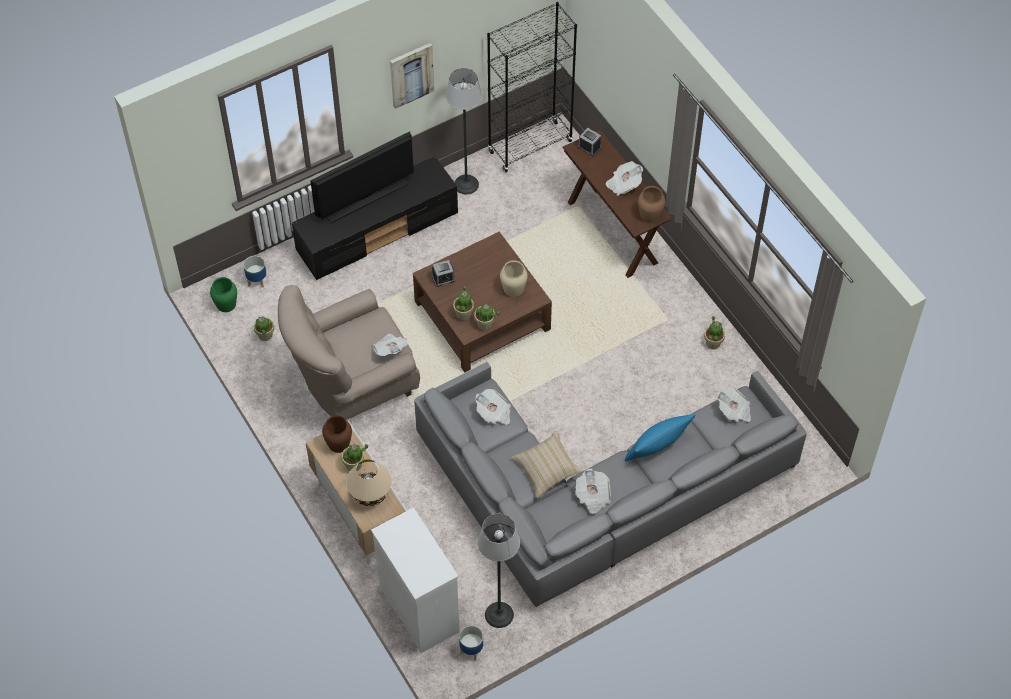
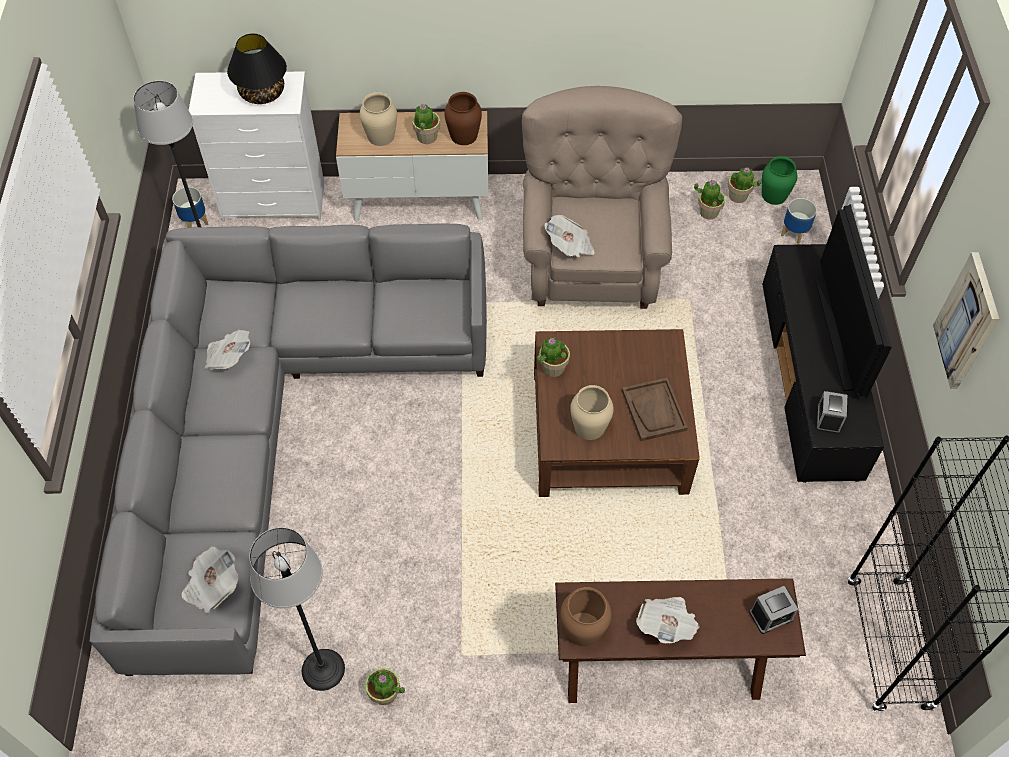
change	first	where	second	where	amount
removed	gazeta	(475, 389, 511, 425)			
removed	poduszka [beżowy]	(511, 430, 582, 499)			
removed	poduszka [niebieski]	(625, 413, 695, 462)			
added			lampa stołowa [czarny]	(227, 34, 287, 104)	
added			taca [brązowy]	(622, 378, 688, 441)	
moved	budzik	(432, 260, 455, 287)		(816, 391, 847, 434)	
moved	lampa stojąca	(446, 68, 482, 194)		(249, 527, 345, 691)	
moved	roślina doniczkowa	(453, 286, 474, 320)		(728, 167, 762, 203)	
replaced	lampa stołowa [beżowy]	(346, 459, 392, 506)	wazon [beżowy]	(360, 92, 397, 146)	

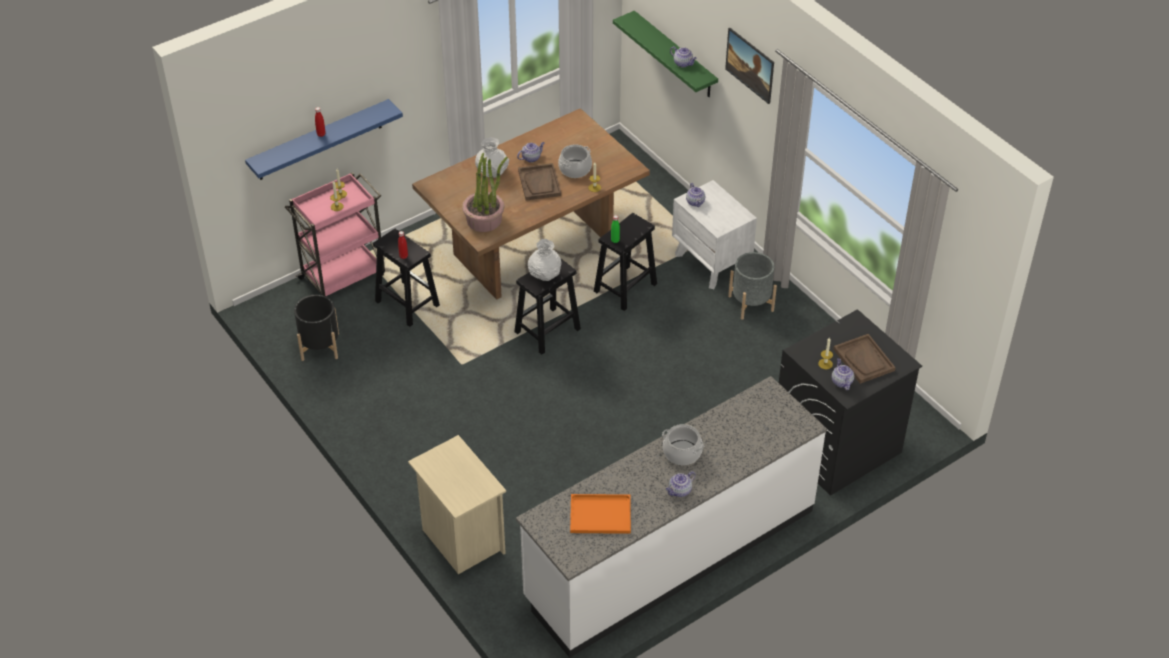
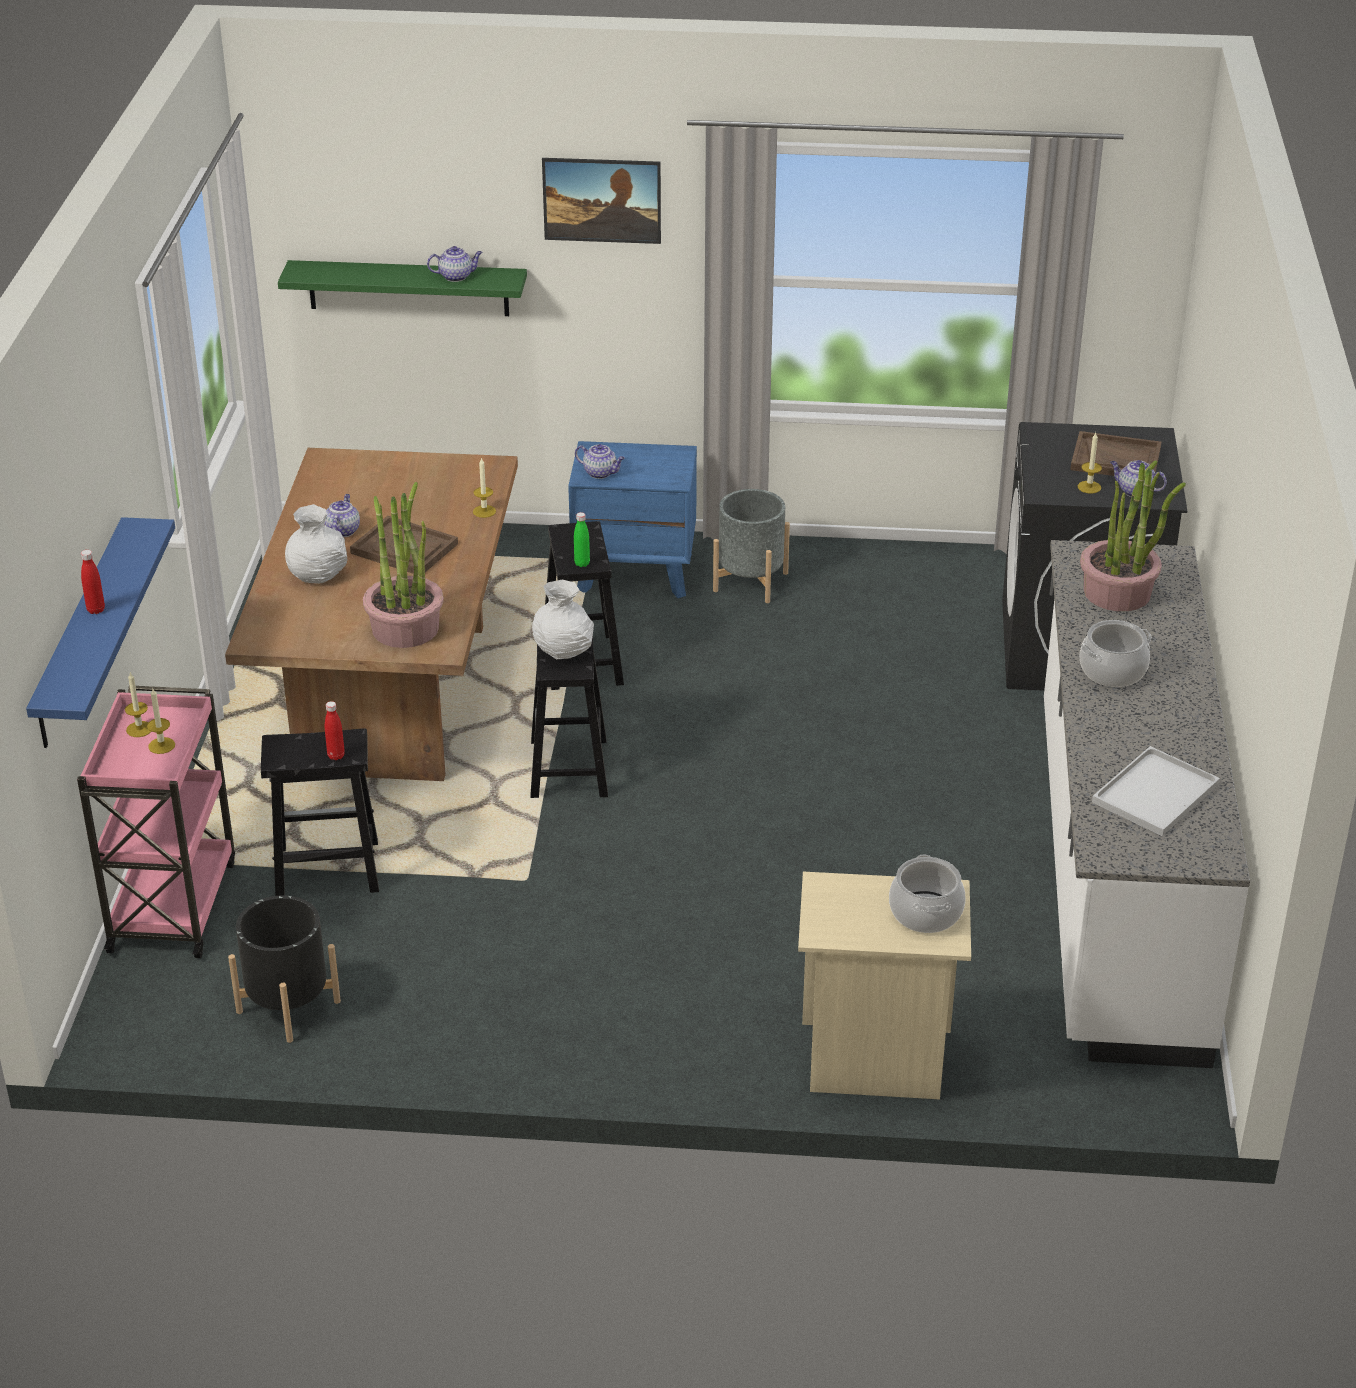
change	first	where	second	where	amount
removed	imbryk	(666, 471, 695, 497)			
added			roślina doniczkowa	(1080, 461, 1186, 611)	
moved	garnek	(558, 144, 592, 178)		(889, 855, 966, 933)	
recoloured	taca [pomarańczowy]	(570, 494, 631, 534)	taca [biały]	(1092, 746, 1220, 836)	
recoloured	szafka nocna [biały]	(672, 180, 757, 289)	szafka nocna [niebieski]	(568, 441, 697, 598)	

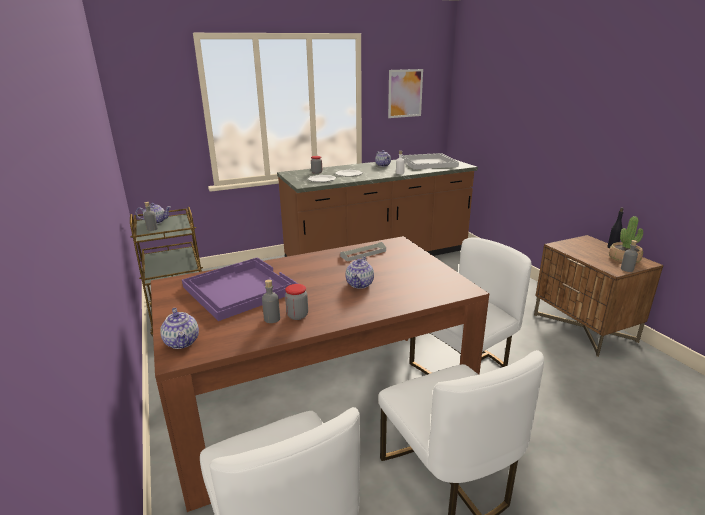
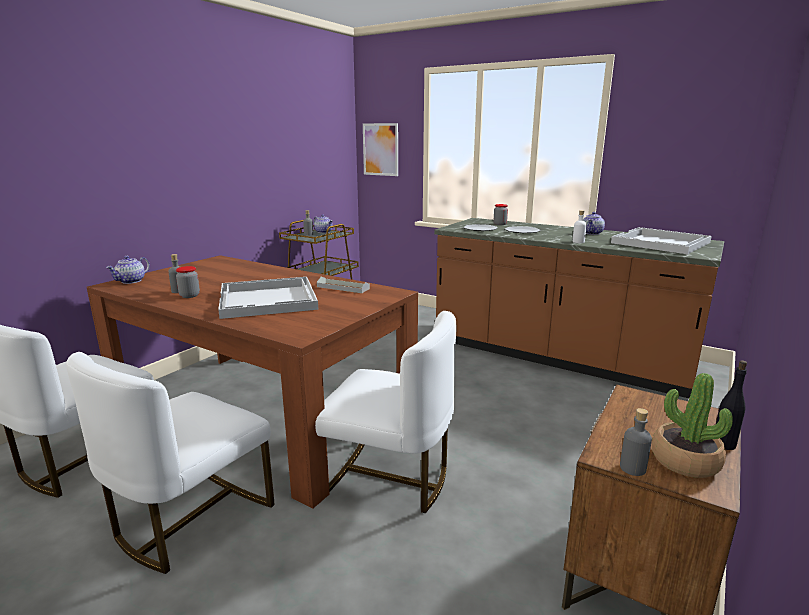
change	first	where	second	where	amount
removed	taca [fioletowy]	(182, 257, 298, 321)			
moved	obraz	(388, 69, 423, 118)		(363, 123, 398, 176)	
replaced	imbryk	(345, 256, 374, 289)	taca [biały]	(218, 277, 318, 319)	

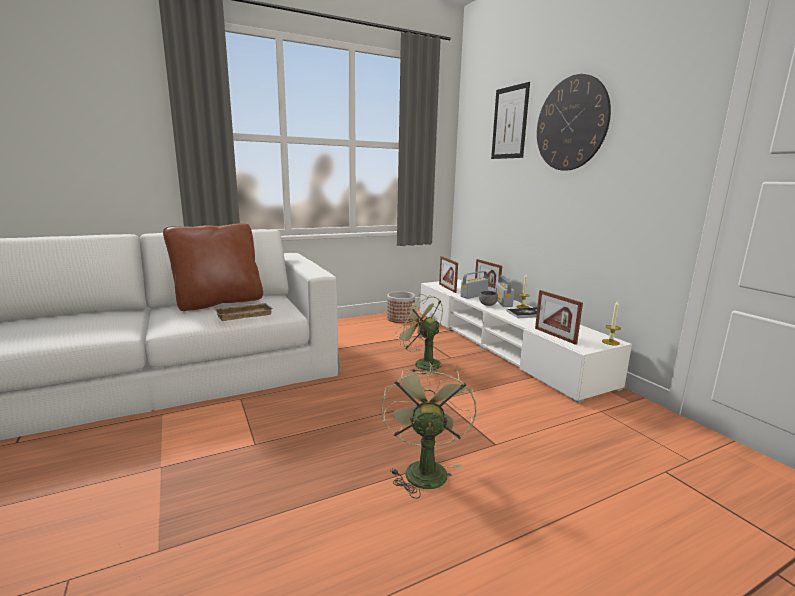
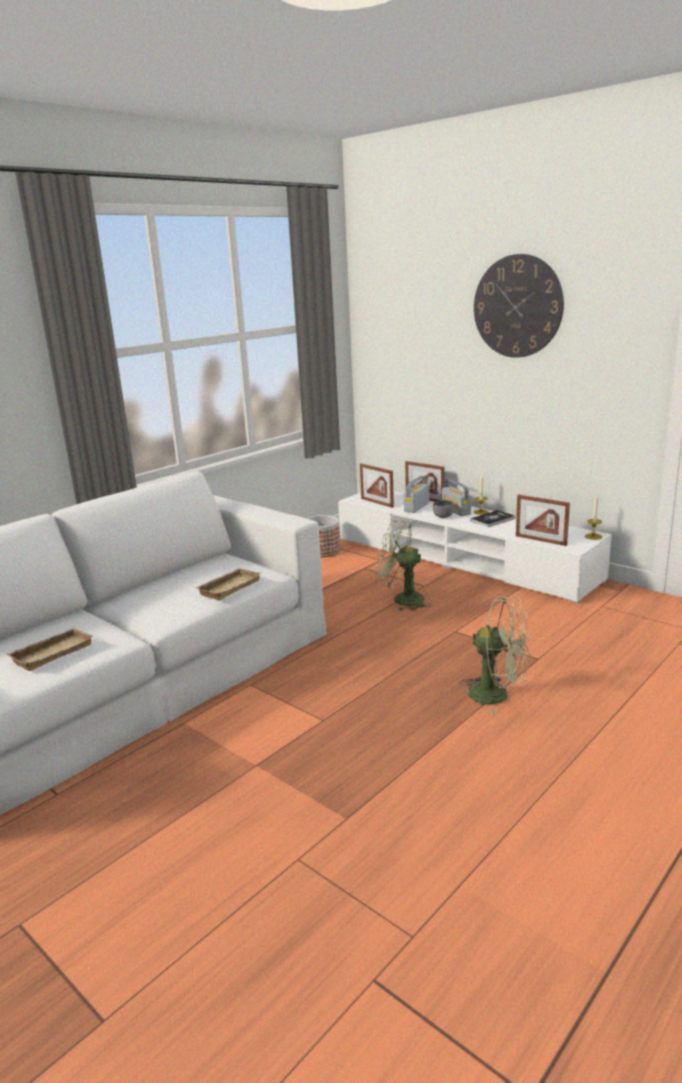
change	first	where	second	where	amount
removed	poduszka [brązowy]	(163, 223, 263, 311)			
removed	obraz	(491, 82, 530, 159)			
added			taca [beżowy]	(7, 627, 93, 671)	
turned	wentylator [zielony]	(381, 362, 477, 499)		(460, 596, 530, 715)	135 degrees clockwise

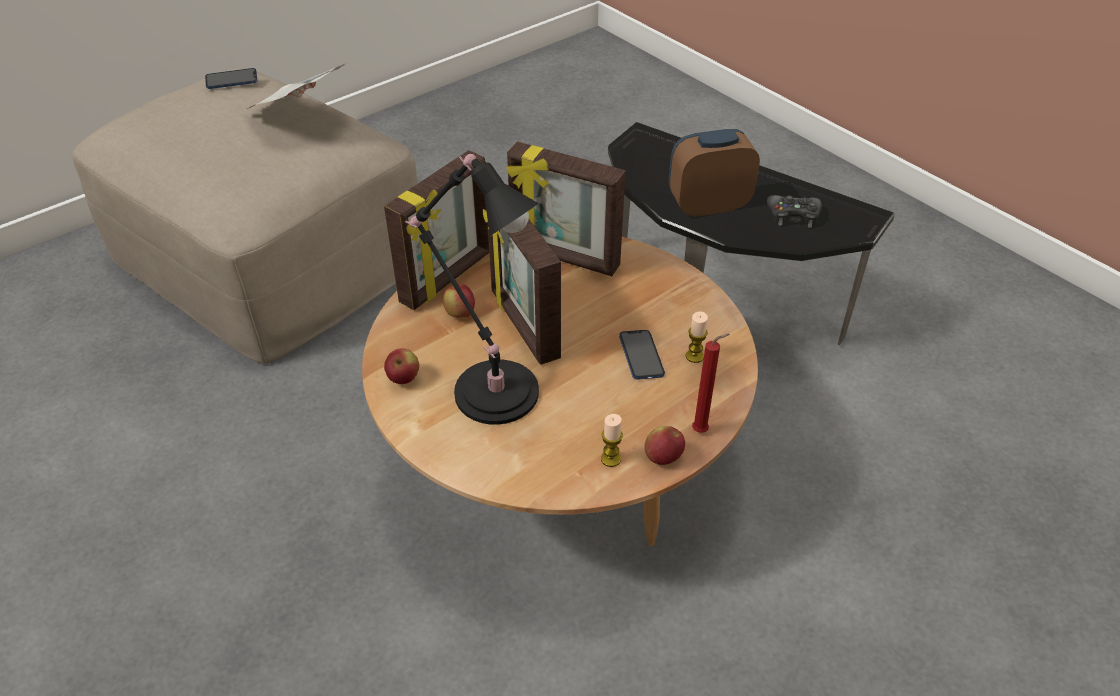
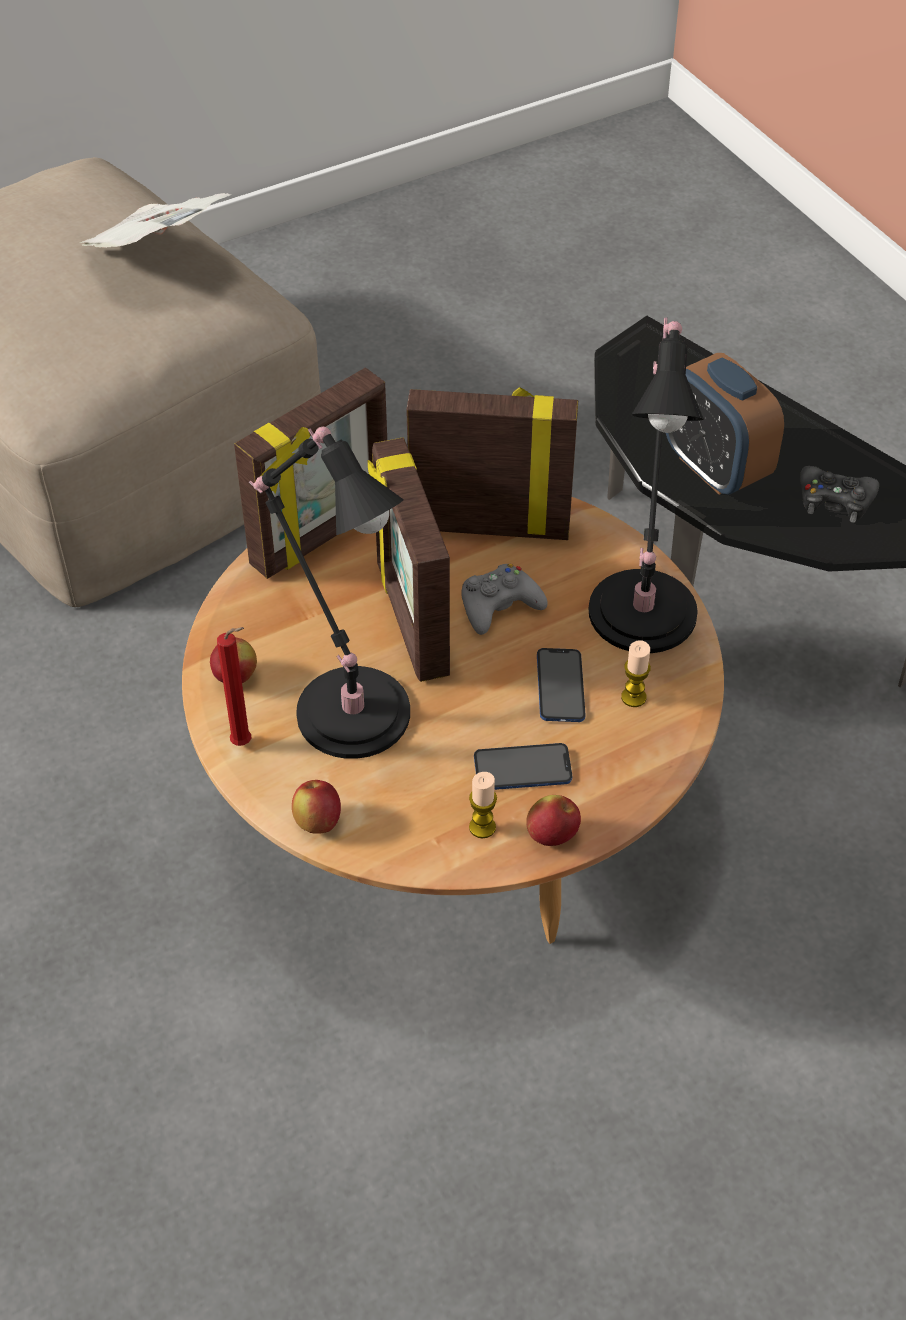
change	first	where	second	where	amount
added			pad do gier [szary]	(461, 564, 548, 635)	
added			lampa stołowa [czarny]	(589, 317, 704, 653)	
moved	telefon	(205, 68, 258, 89)		(474, 743, 572, 790)	
moved	jabłko	(443, 284, 475, 318)		(292, 780, 341, 834)	
moved	świeca [czerwony]	(692, 334, 730, 433)		(217, 627, 251, 746)	
turned	ramka na zdjęcie	(506, 141, 625, 276)		(406, 387, 578, 540)	150 degrees clockwise
turned	budzik	(669, 129, 760, 217)		(666, 353, 784, 495)	120 degrees counterclockwise

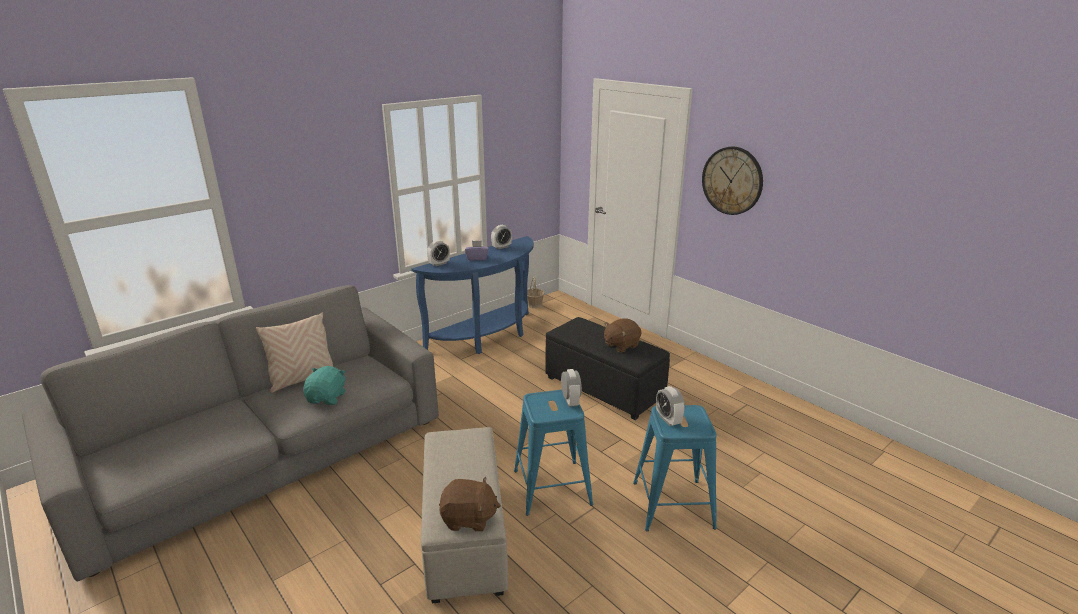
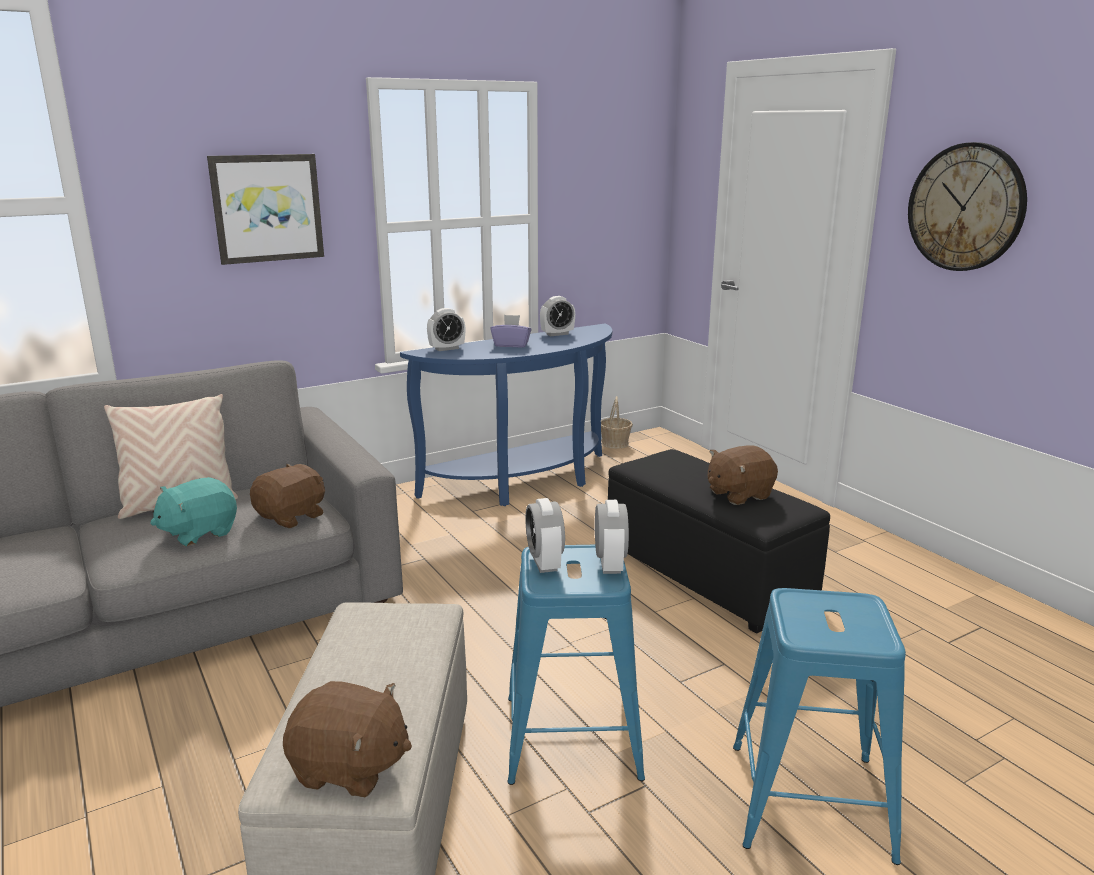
change	first	where	second	where	amount
added			obraz	(207, 154, 324, 265)	
added			pluszak [brązowy]	(250, 464, 325, 528)	
moved	budzik	(656, 386, 685, 426)		(525, 498, 565, 573)	
turned	pluszak [turkusowy]	(303, 366, 346, 405)		(150, 477, 237, 546)	150 degrees counterclockwise

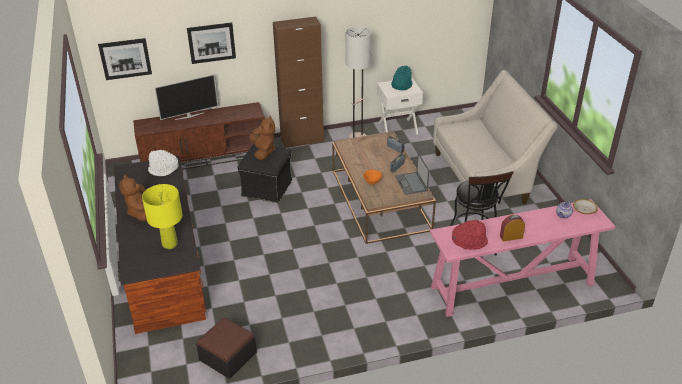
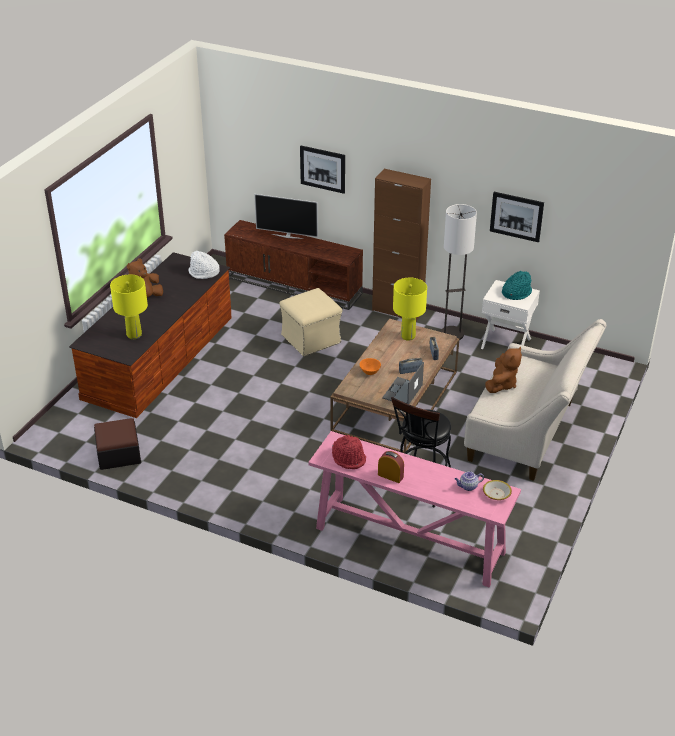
change	first	where	second	where	amount
added			lampa stołowa [żółty]	(393, 278, 427, 341)	
moved	obraz	(98, 38, 152, 80)		(490, 192, 544, 242)	
moved	pluszak [brązowy]	(250, 116, 275, 160)		(485, 347, 522, 393)	
recoloured	pufa [czarny]	(238, 144, 292, 203)	pufa [beżowy]	(279, 288, 343, 356)	

